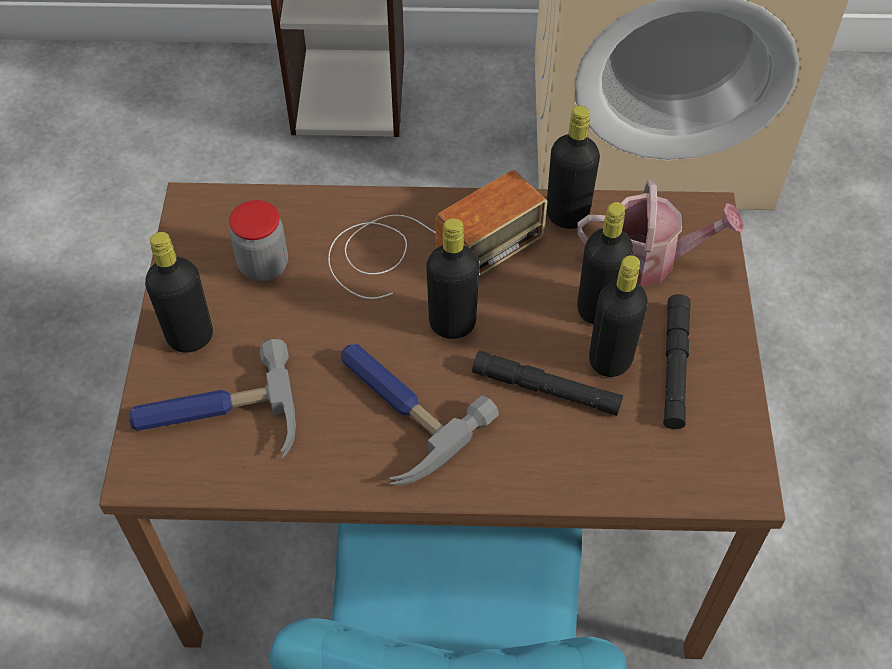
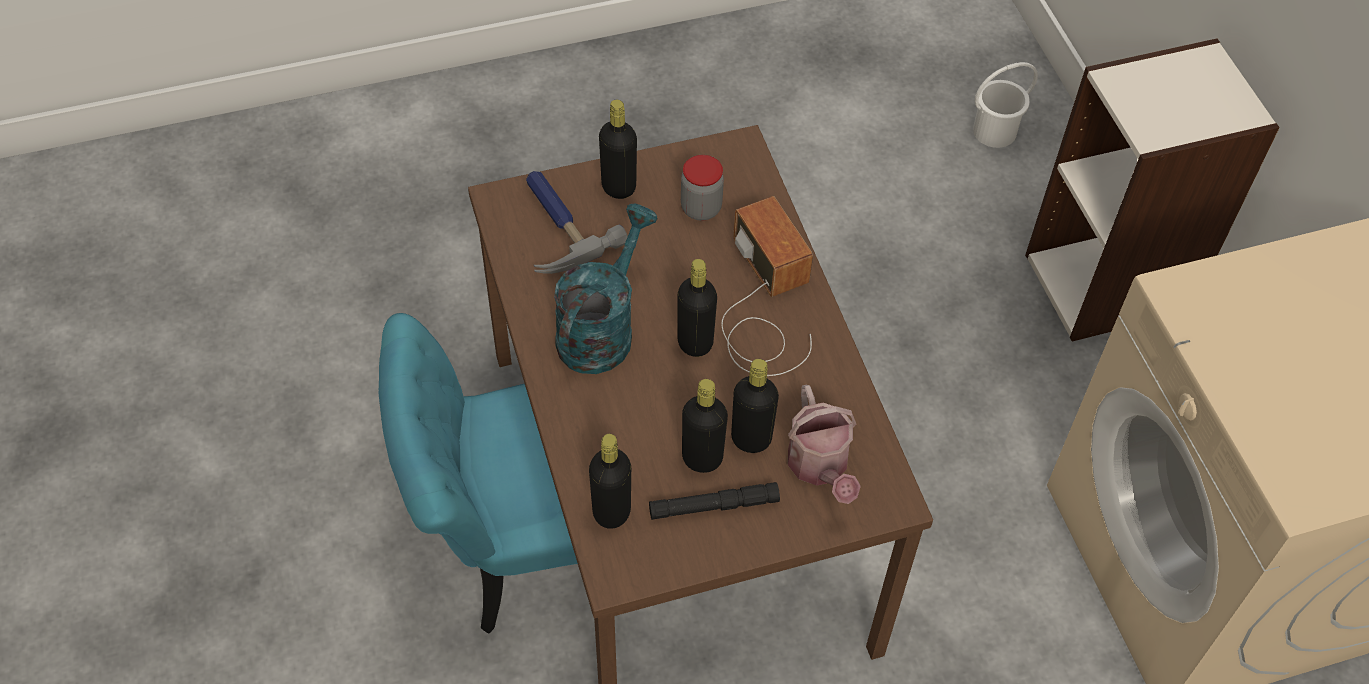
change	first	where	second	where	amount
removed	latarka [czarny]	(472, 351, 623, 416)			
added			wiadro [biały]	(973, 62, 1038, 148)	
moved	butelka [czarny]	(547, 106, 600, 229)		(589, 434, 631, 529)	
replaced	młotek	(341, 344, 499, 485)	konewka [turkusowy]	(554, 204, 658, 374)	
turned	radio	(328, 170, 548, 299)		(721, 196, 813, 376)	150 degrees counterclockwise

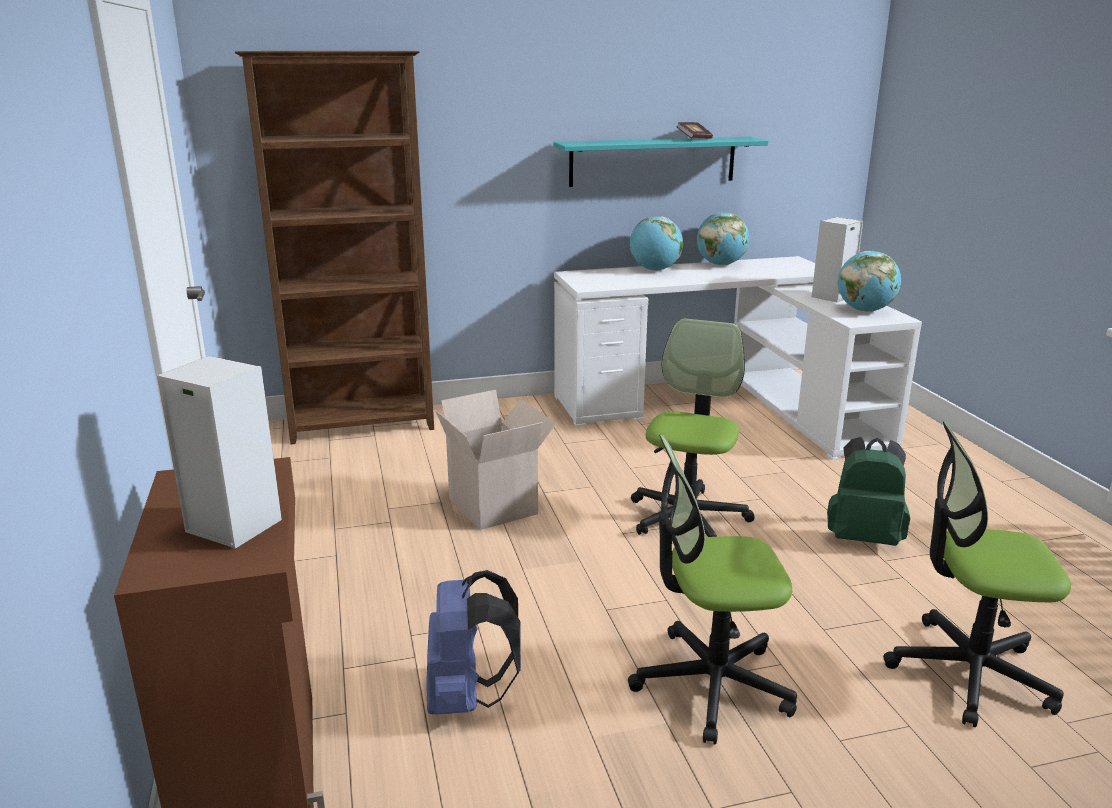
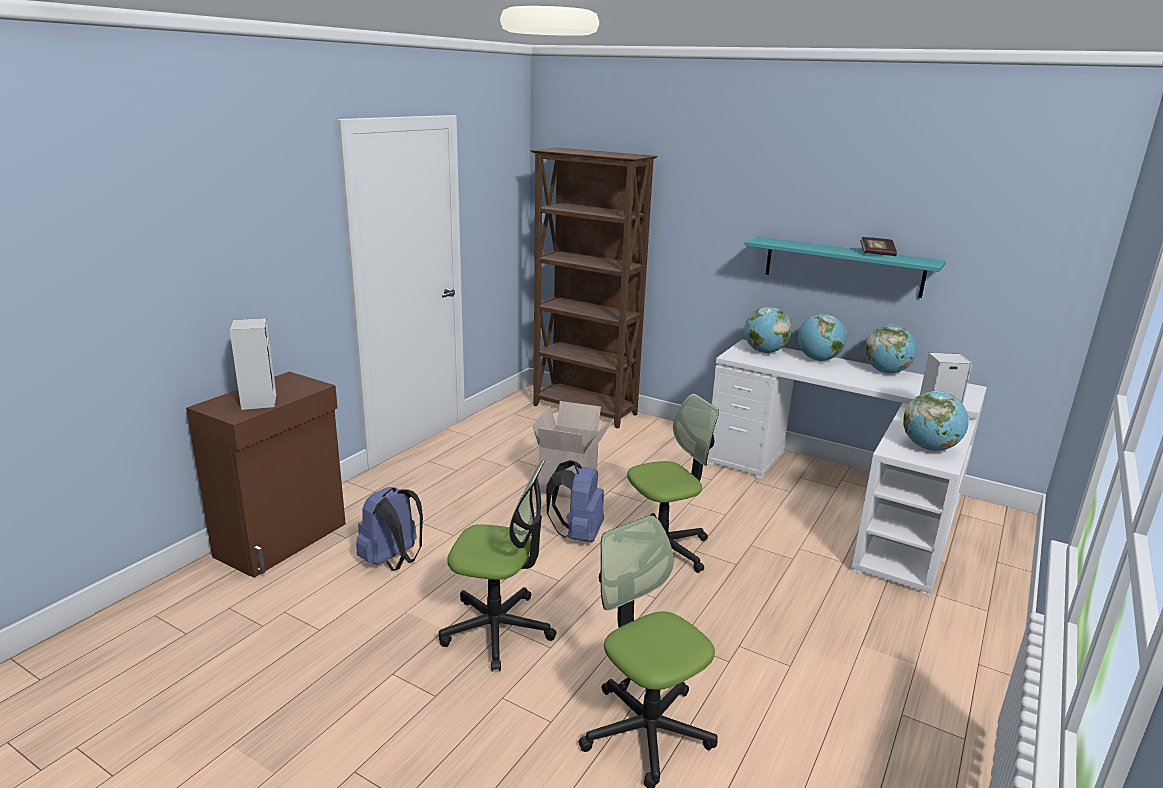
change	first	where	second	where	amount
removed	plecak [zielony]	(827, 437, 910, 546)			
added			plecak [niebieski]	(546, 460, 604, 542)	
added			globus	(744, 307, 791, 353)	
turned	krzesło biurowe	(628, 434, 797, 745)		(439, 460, 556, 672)	150 degrees clockwise

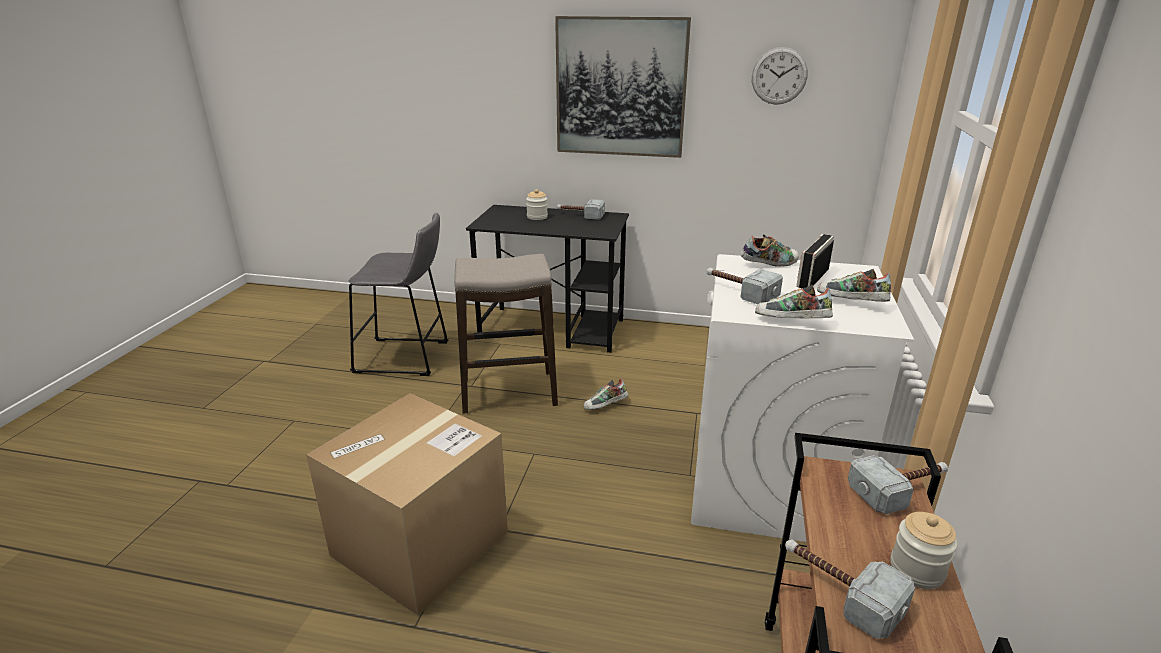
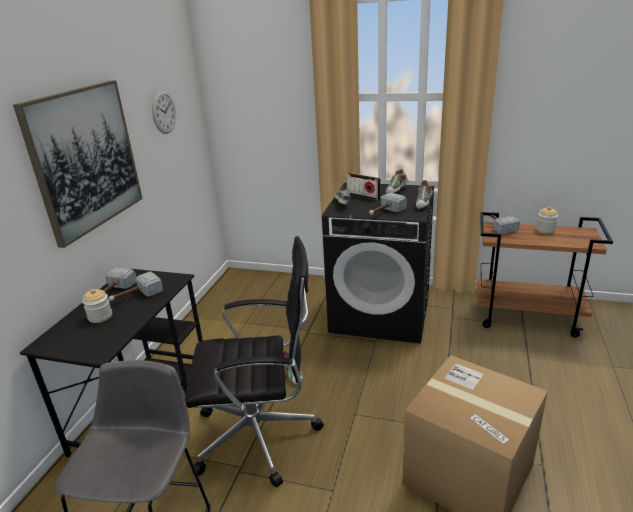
change	first	where	second	where	amount
moved	młotek	(785, 539, 915, 639)		(109, 271, 163, 301)	
replaced	stołek	(454, 254, 558, 414)	krzesło biurowe [czarny]	(185, 236, 324, 487)	
recoloured	pralka [biały]	(691, 254, 914, 542)	pralka [czarny]	(322, 183, 434, 344)	

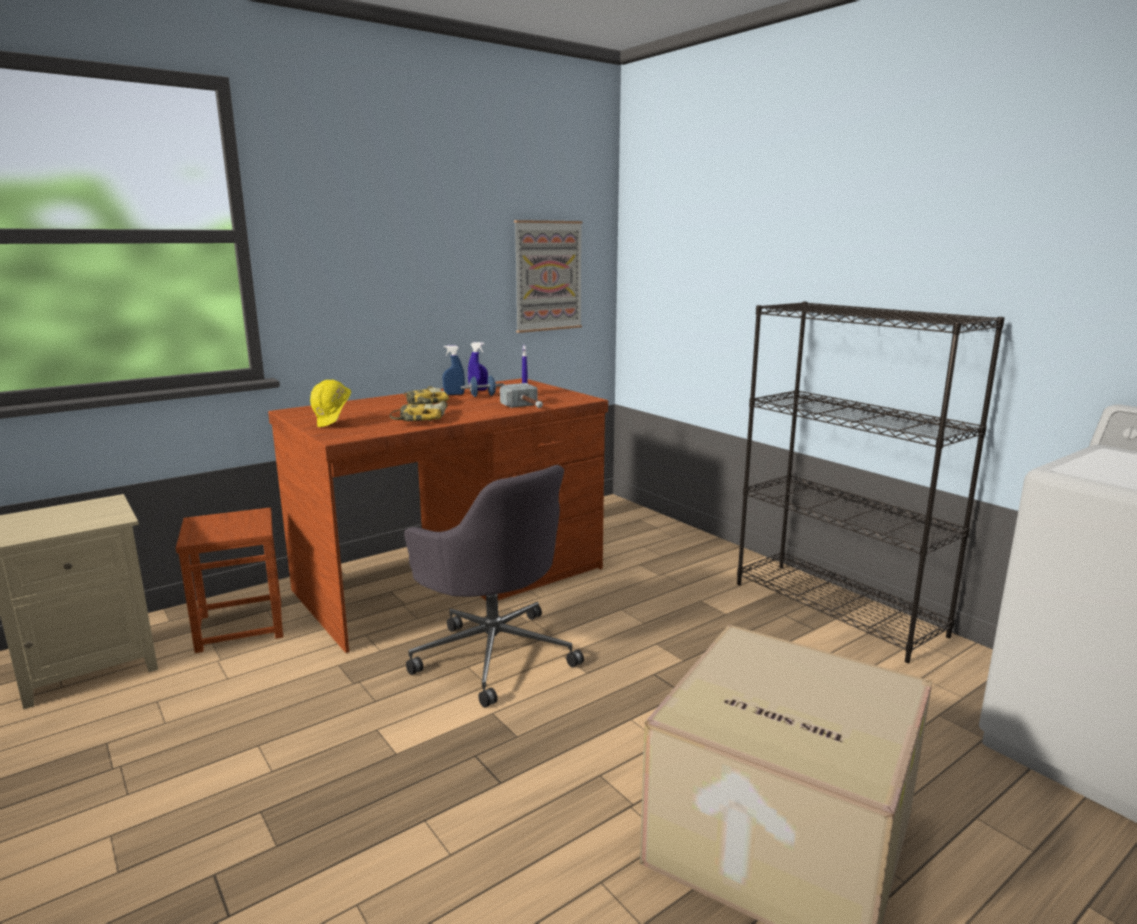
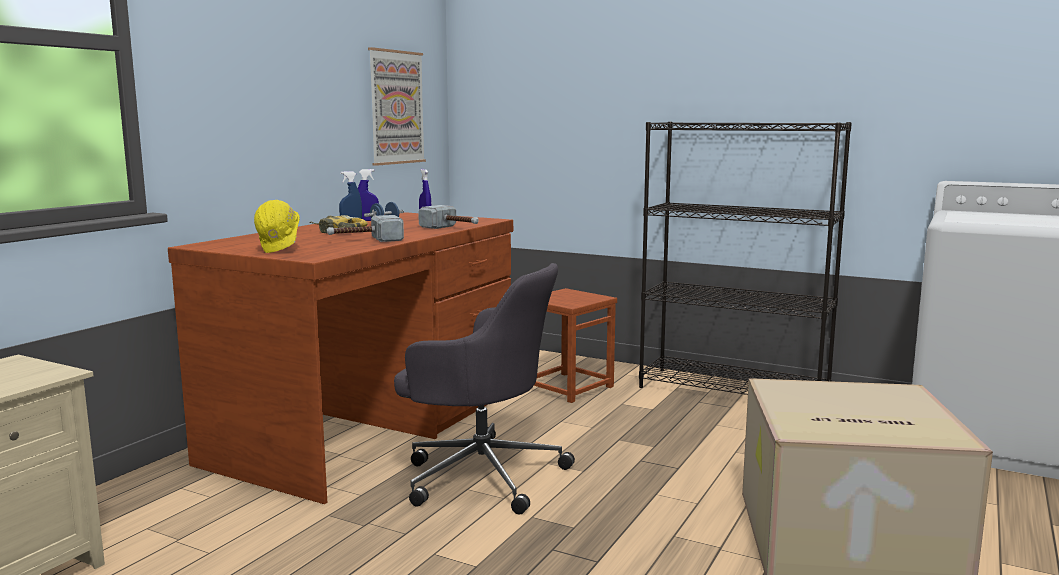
change	first	where	second	where	amount
moved	stołek [brązowy]	(176, 508, 283, 653)		(534, 288, 617, 403)	
replaced	wiertarka	(390, 401, 448, 421)	młotek	(327, 215, 404, 242)	

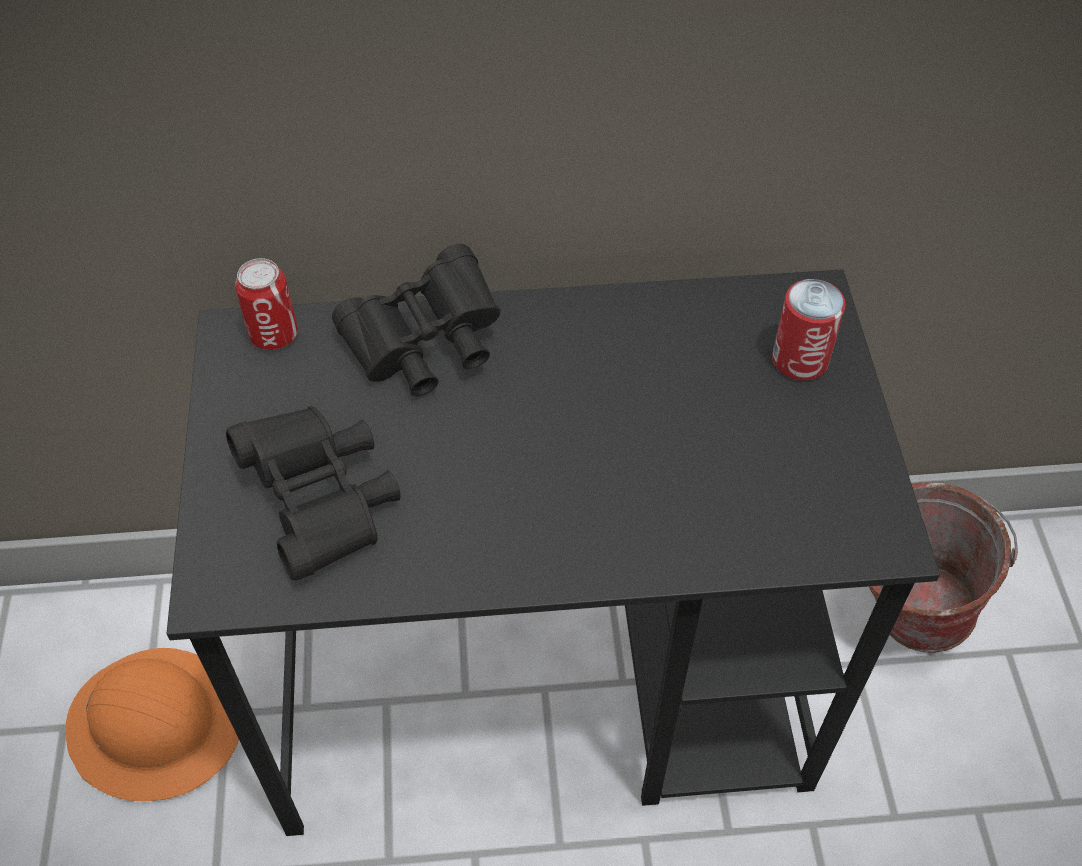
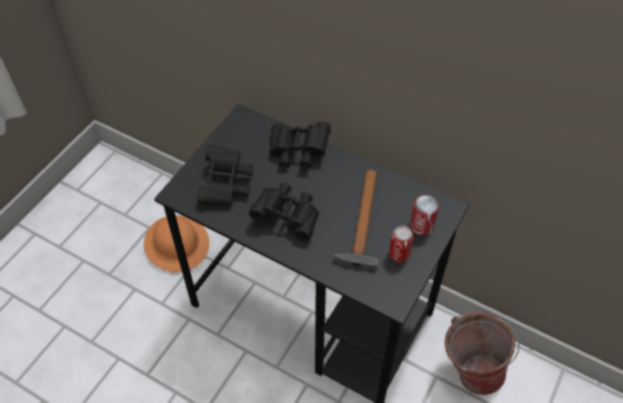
change	first	where	second	where	amount
added			lornetka [czarny]	(249, 183, 319, 241)	
added			młotek	(334, 170, 378, 270)	
moved	puszka	(235, 258, 298, 350)		(389, 226, 414, 262)	

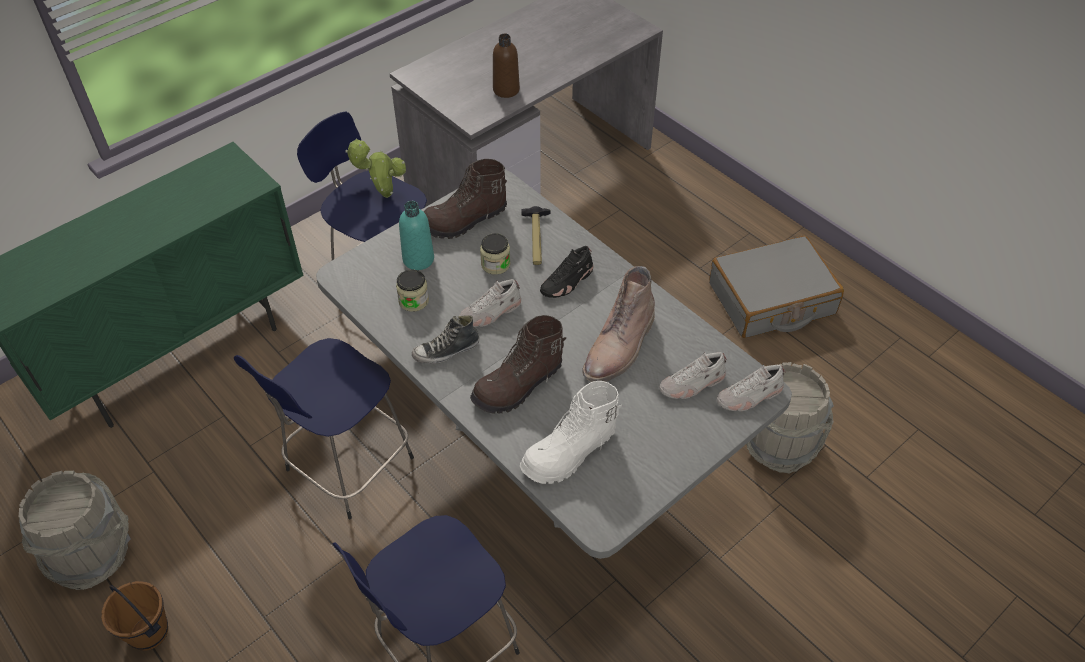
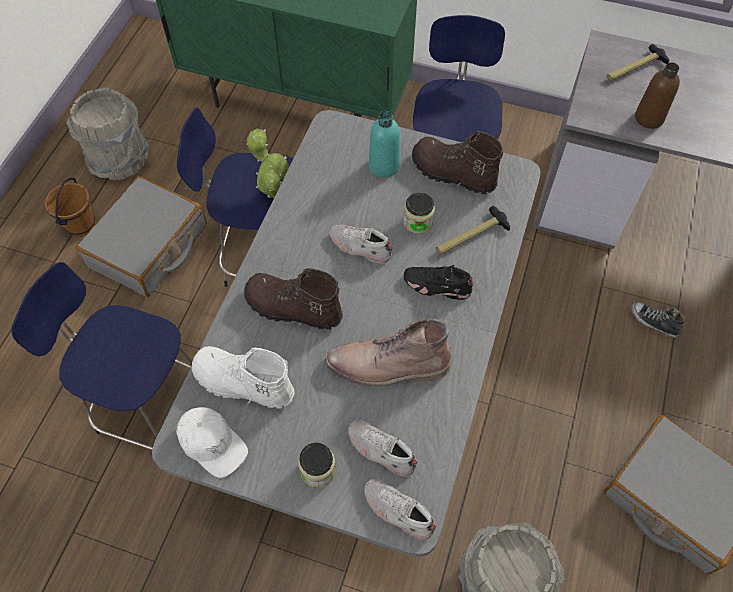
change	first	where	second	where	amount
added			walizka [szary]	(76, 176, 207, 297)	
added			czapka z daszkiem [biały]	(176, 407, 248, 478)	
added			młotek	(607, 44, 669, 81)	
moved	roślina doniczkowa	(345, 138, 406, 198)		(247, 129, 289, 198)	
moved	słoik	(396, 270, 429, 312)		(298, 443, 336, 488)	
moved	but	(412, 315, 480, 364)		(631, 302, 687, 338)	

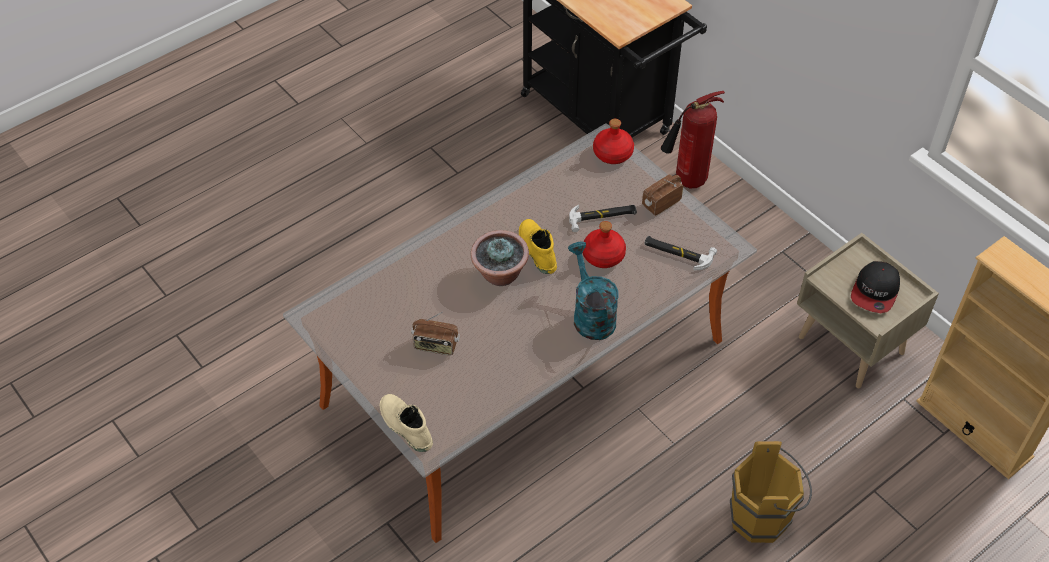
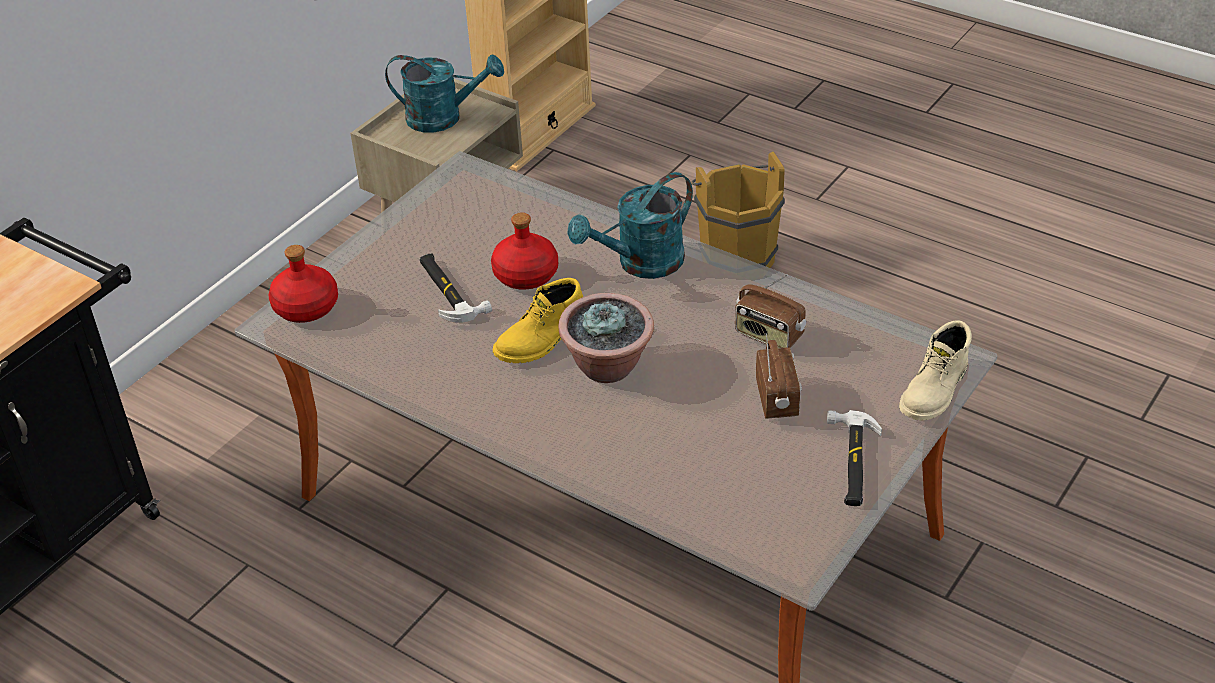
change	first	where	second	where	amount
removed	gaśnica	(661, 91, 725, 188)			
moved	radio	(642, 174, 683, 216)		(735, 274, 806, 348)	
moved	młotek	(644, 236, 717, 270)		(827, 410, 882, 506)	
replaced	czapka z daszkiem	(851, 261, 900, 313)	konewka [turkusowy]	(385, 55, 504, 133)	

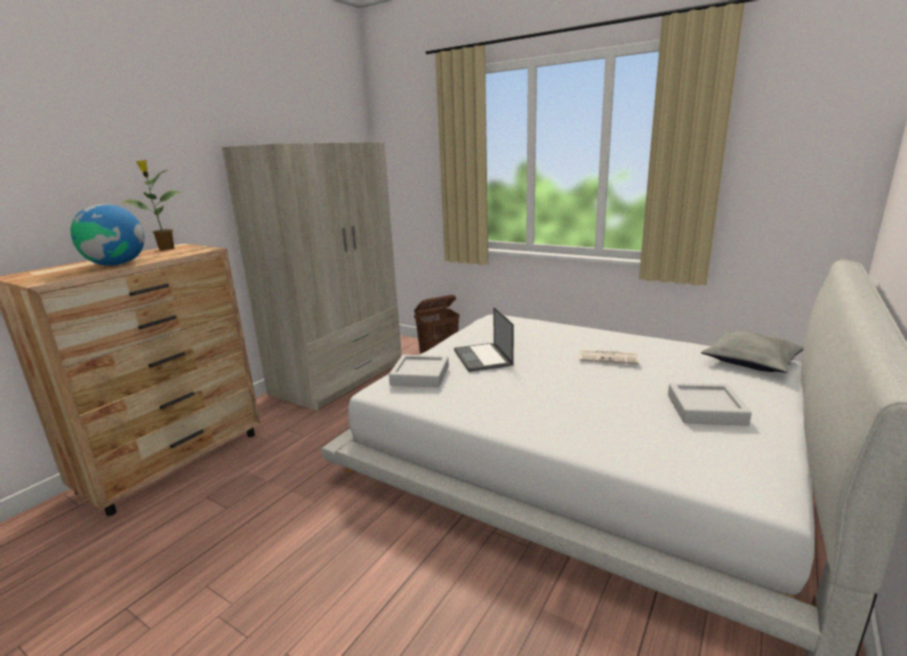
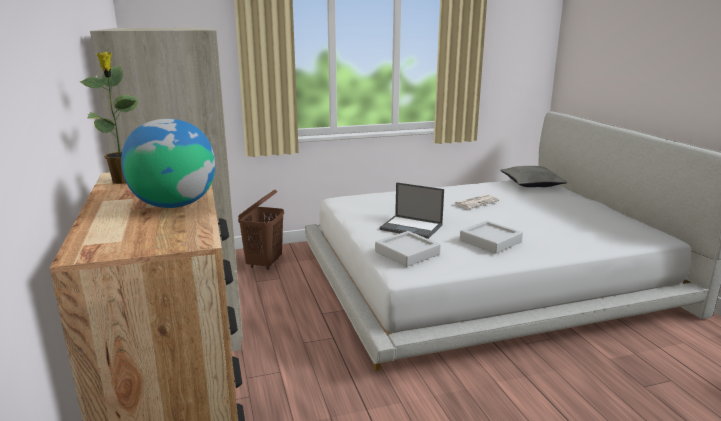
change	first	where	second	where	amount
moved	taca [szary]	(668, 383, 752, 426)		(460, 221, 523, 254)	

